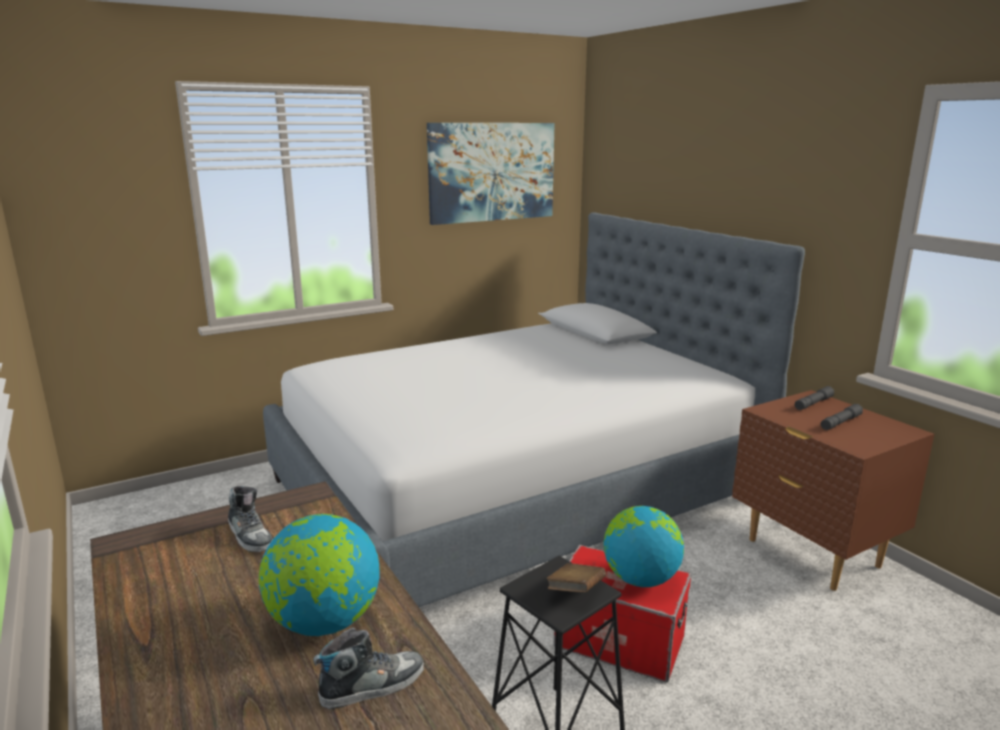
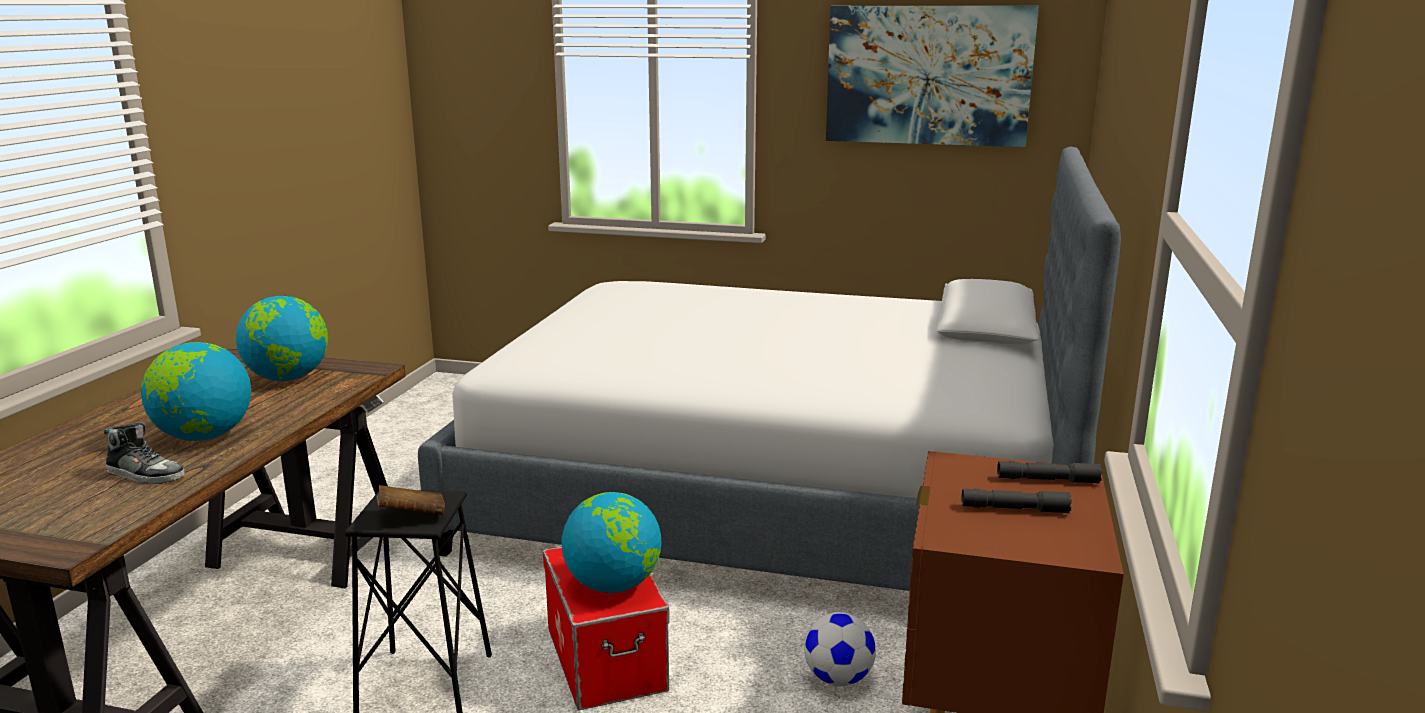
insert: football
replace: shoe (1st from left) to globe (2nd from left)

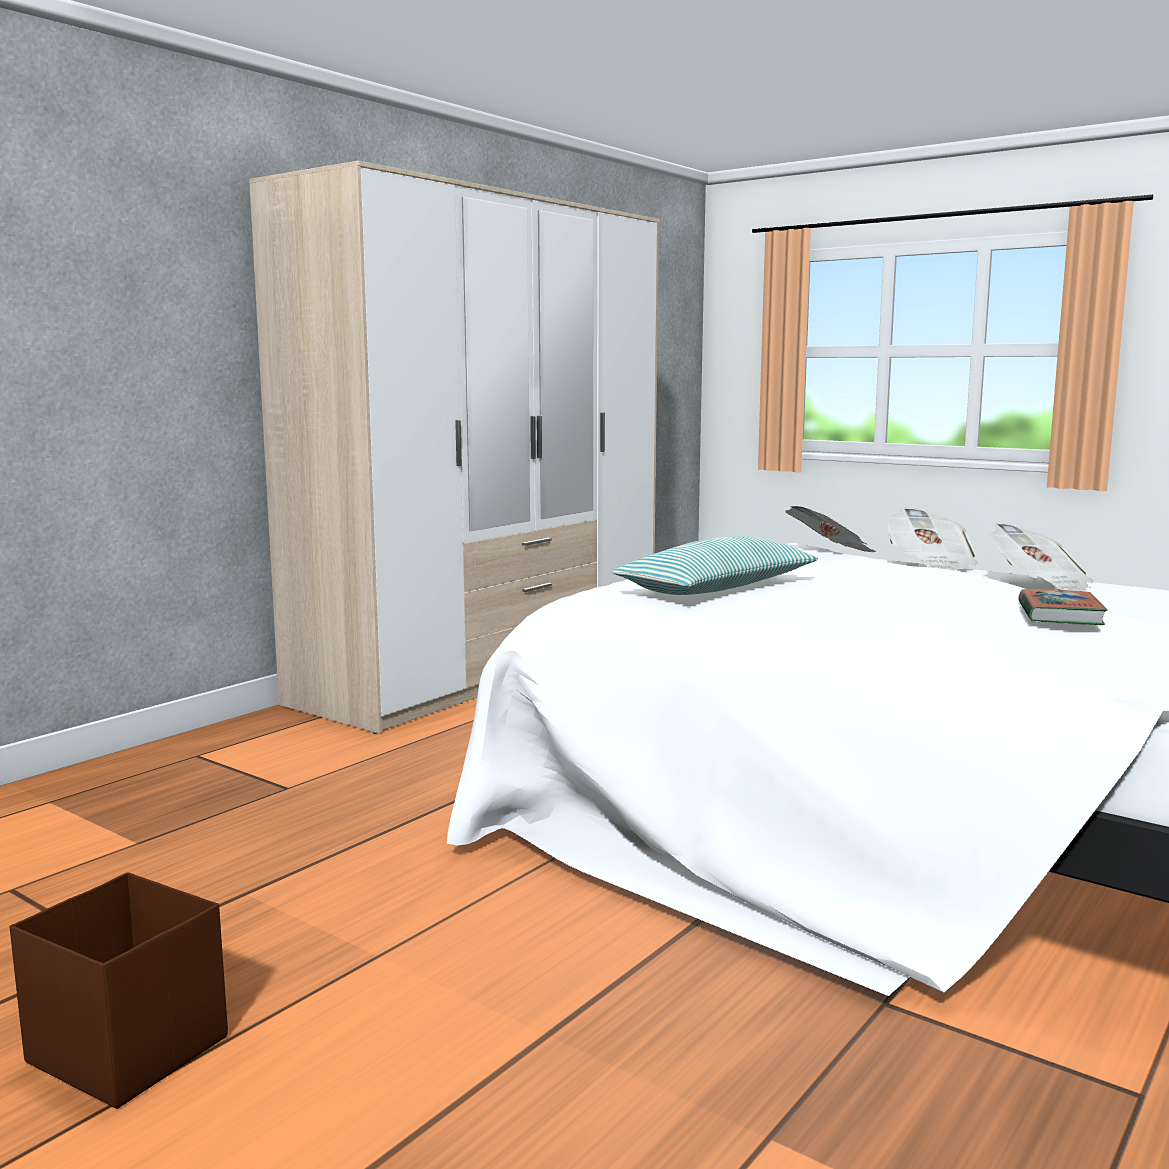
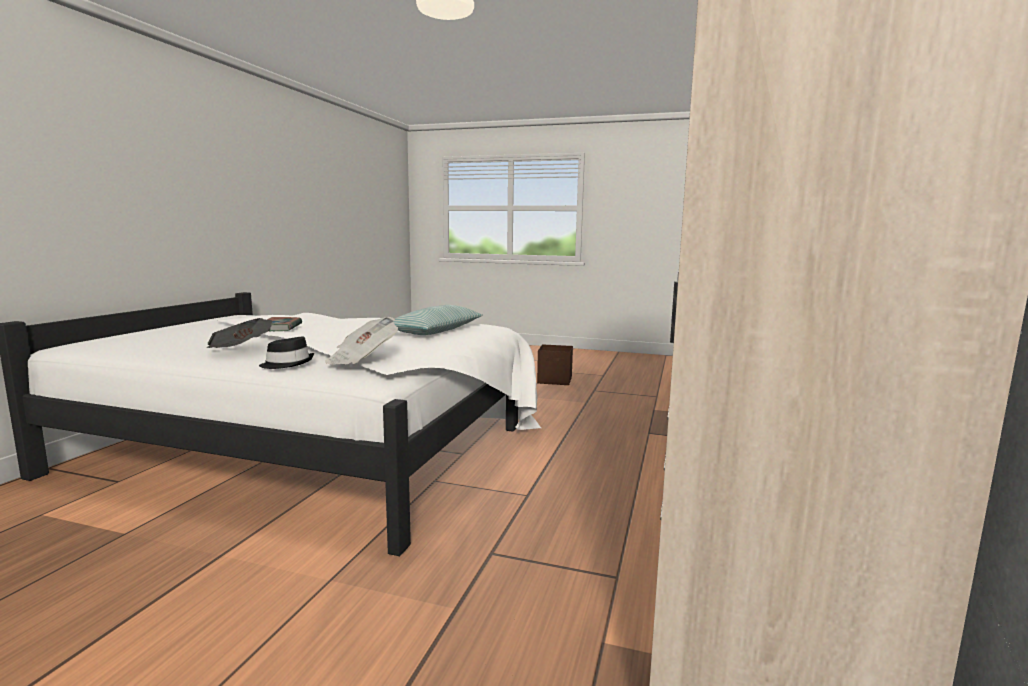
replace: newspaper (2nd from left) to hat (black)

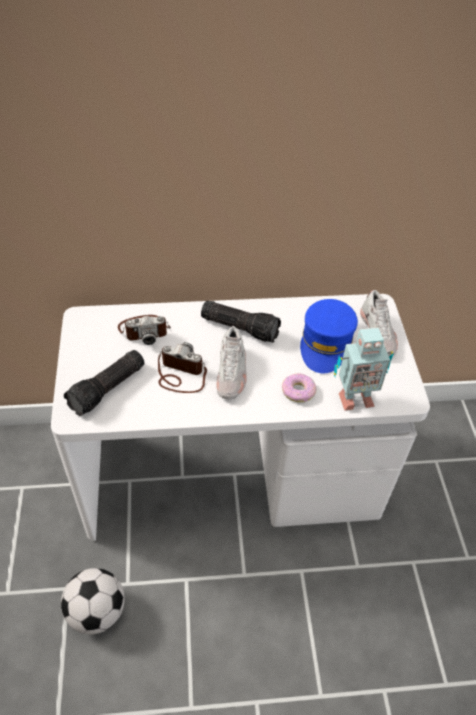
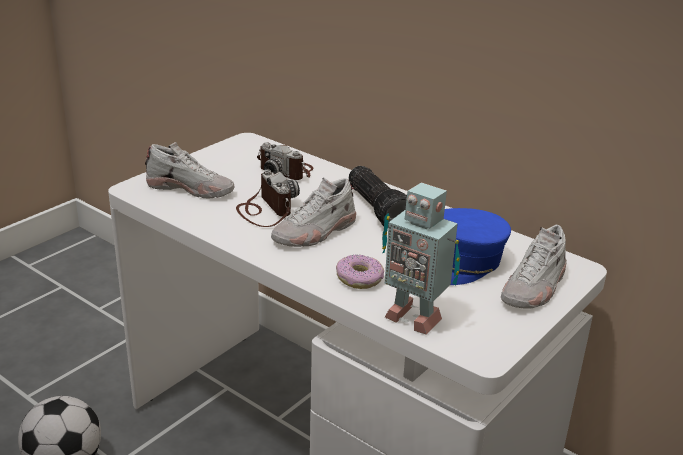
replace: flashlight (1st from left) to shoe (white) (1st from left)

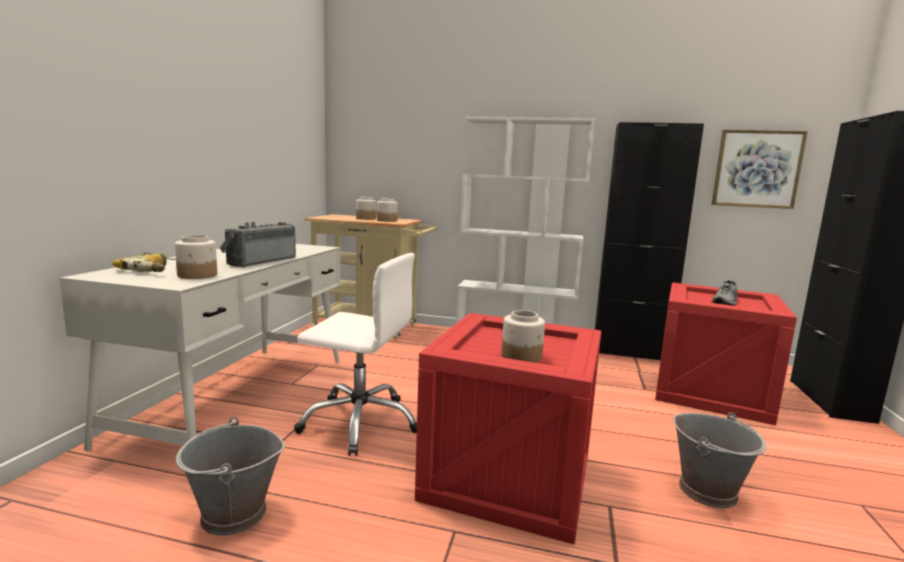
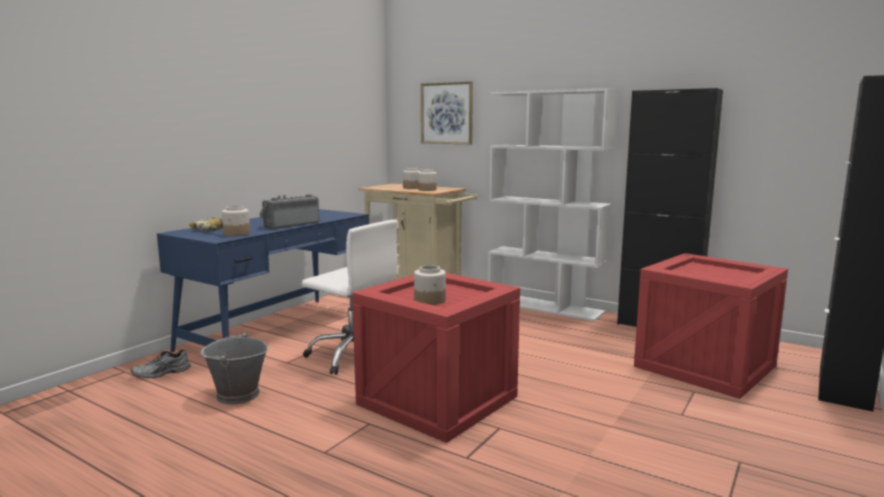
delete: bucket (grey) (2nd from left)
move: shoe (grey); picture
recolor: desk (white) to desk (blue)

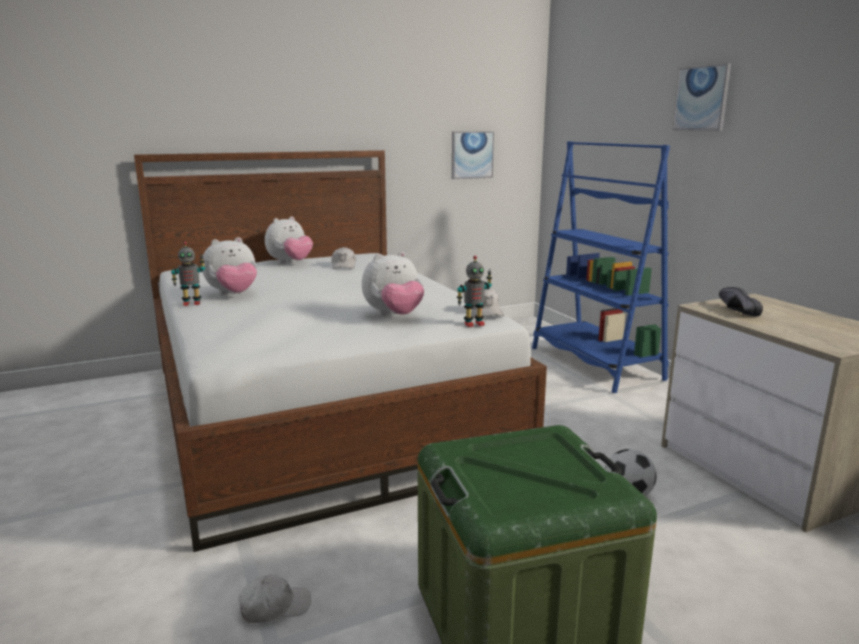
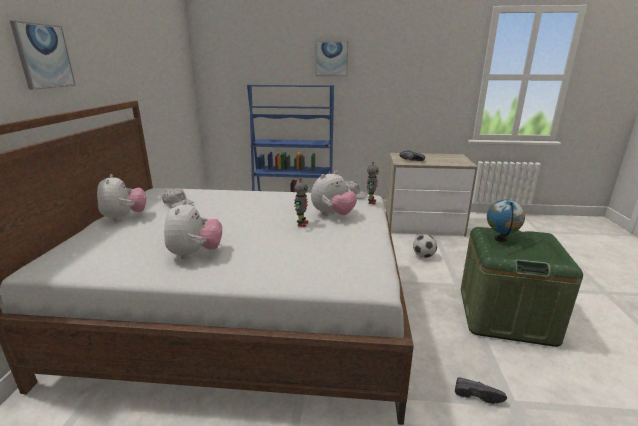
insert: globe
move: picture (1st from left); toy robot (1st from left)
replace: cap (white) (1st from left) to shoe (black) (2nd from left)
rotate: plush toy (3rd from left) 45 degrees clockwise

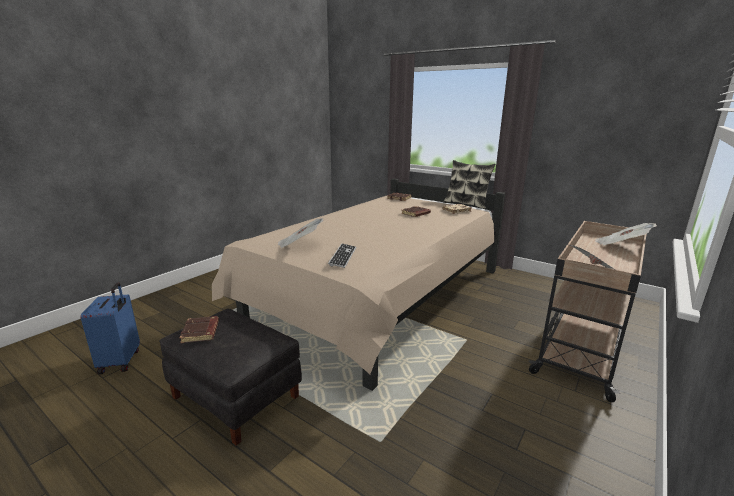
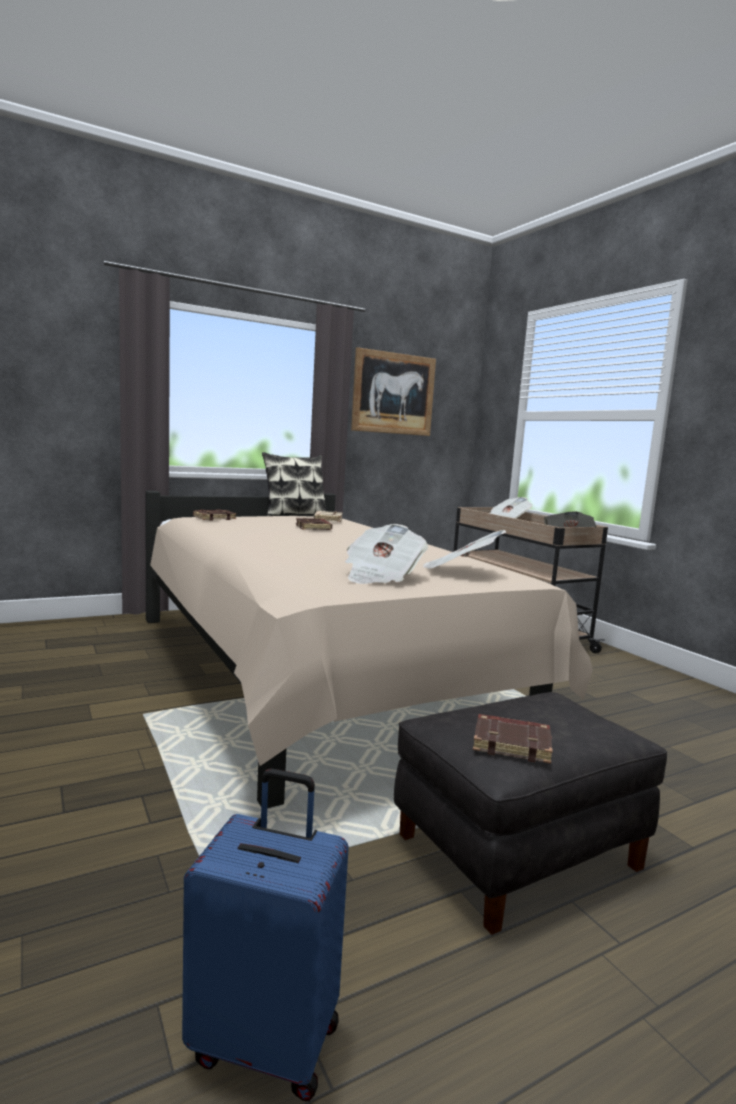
insert: picture
replace: keyboard to newspaper (2nd from left)

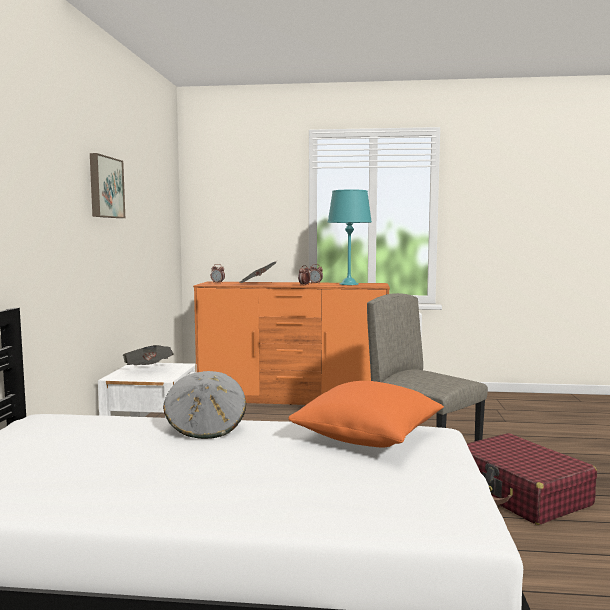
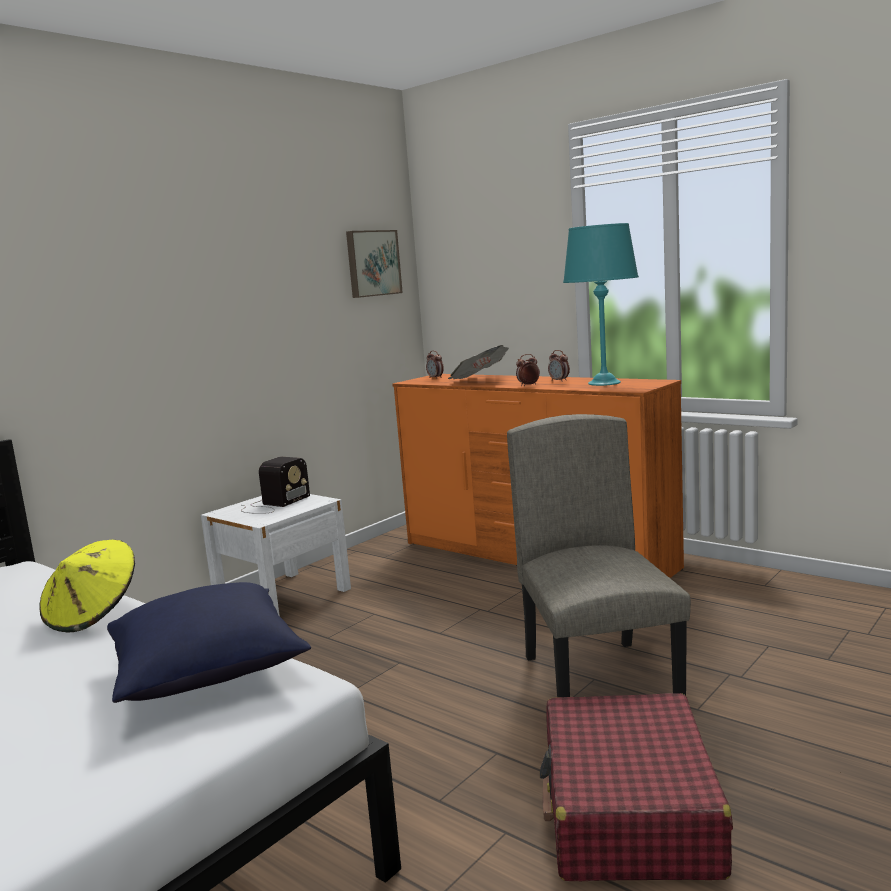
move: picture
replace: newspaper (1st from left) to radio
recolor: hat (grey) to hat (yellow); pillow (orange) to pillow (blue)

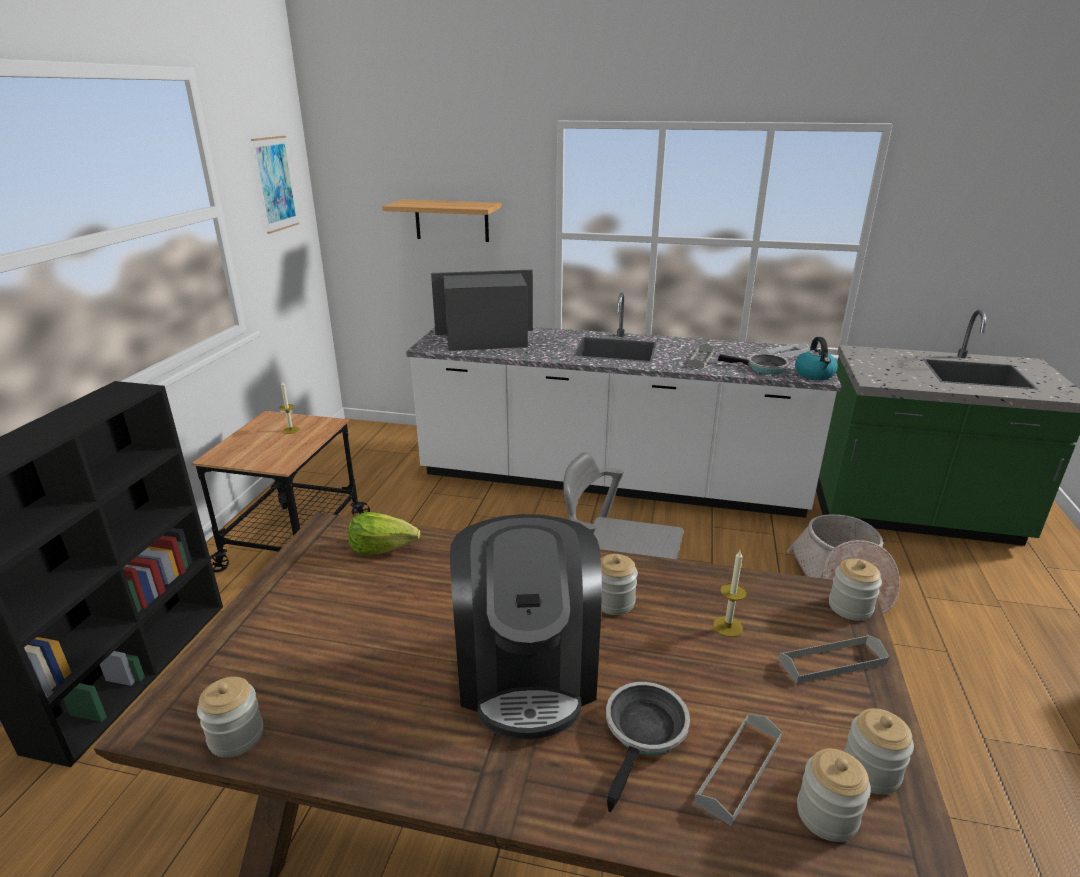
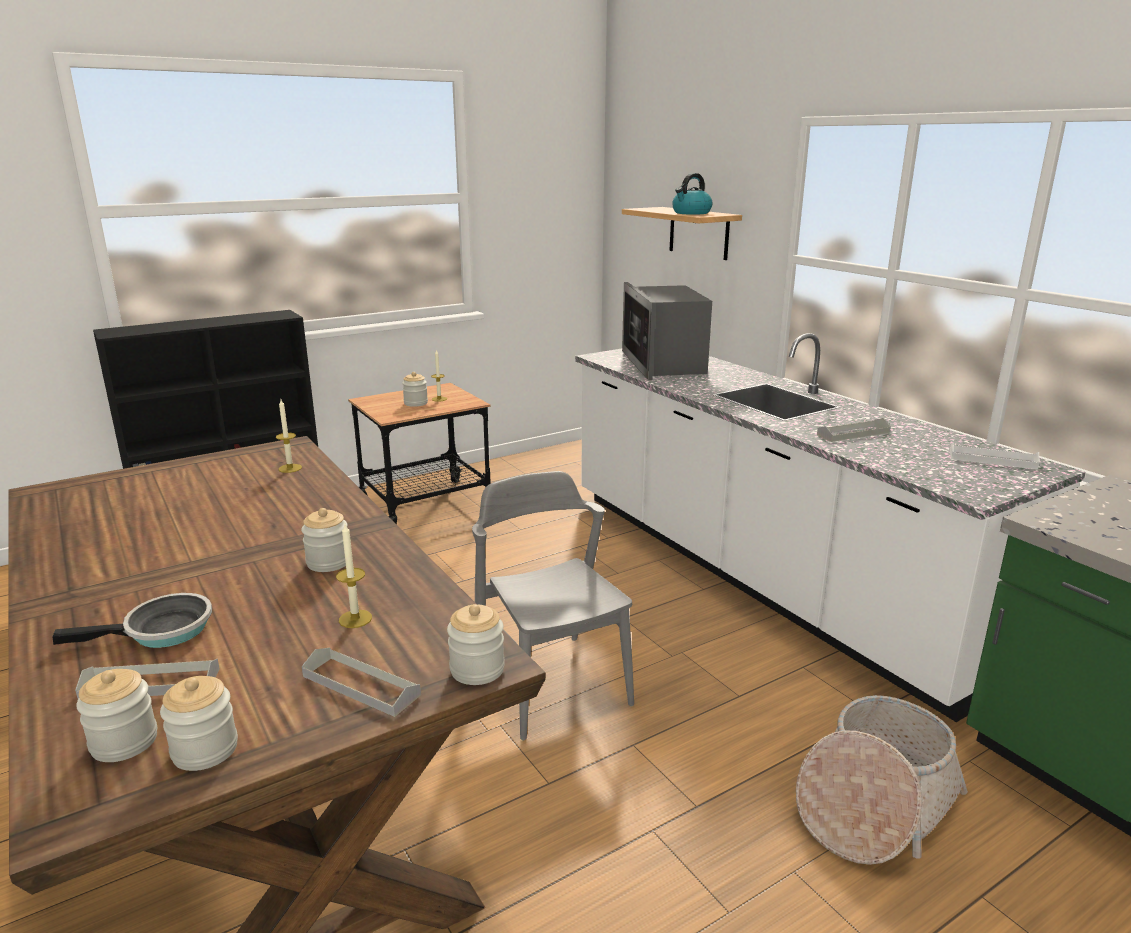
delete: picture; coffee machine; frying pan (2nd from left)
move: jar (1st from left in the first image) to jar (4th from left); kettle
replace: lettuce to candle (1st from left)
rotate: microwave 135 degrees counterclockwise

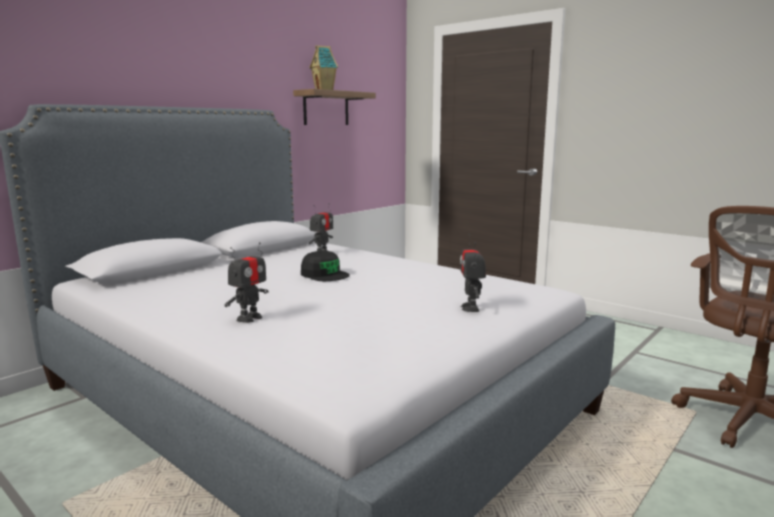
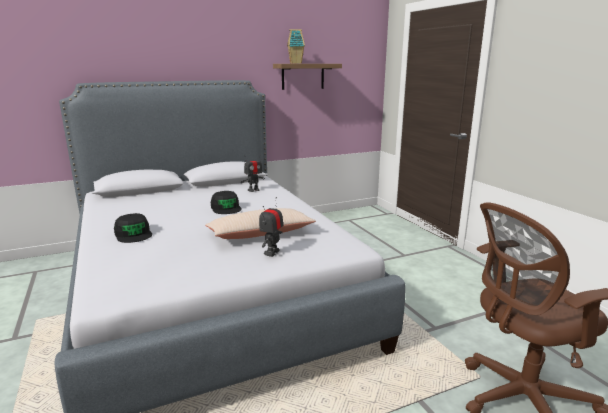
insert: pillow (beige)
replace: toy robot (1st from left) to cap (black) (1st from left)

